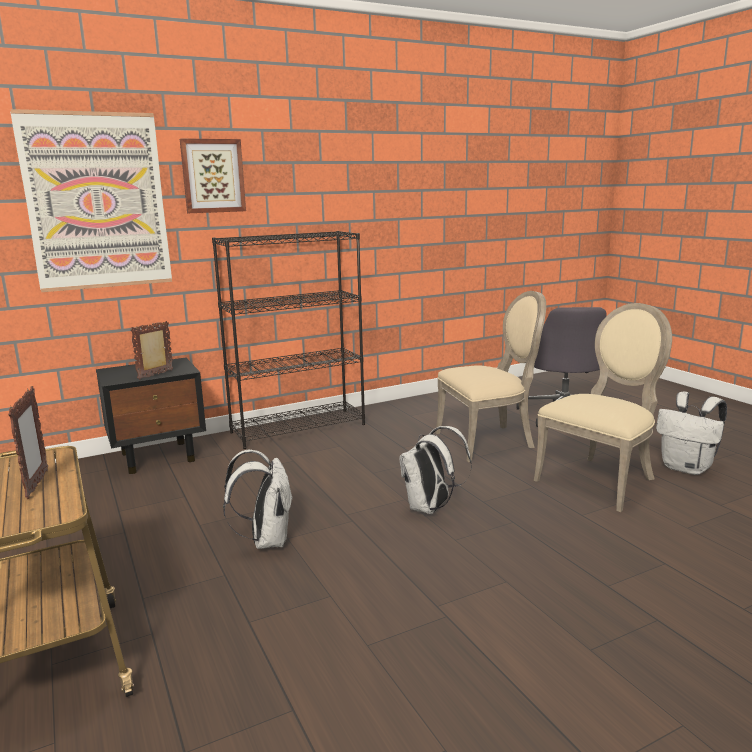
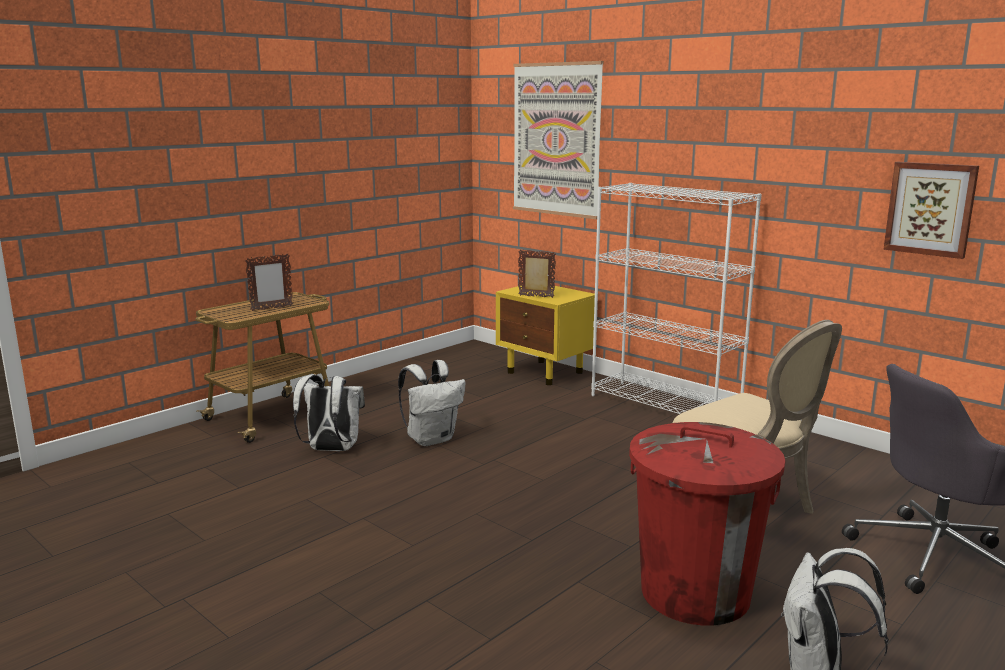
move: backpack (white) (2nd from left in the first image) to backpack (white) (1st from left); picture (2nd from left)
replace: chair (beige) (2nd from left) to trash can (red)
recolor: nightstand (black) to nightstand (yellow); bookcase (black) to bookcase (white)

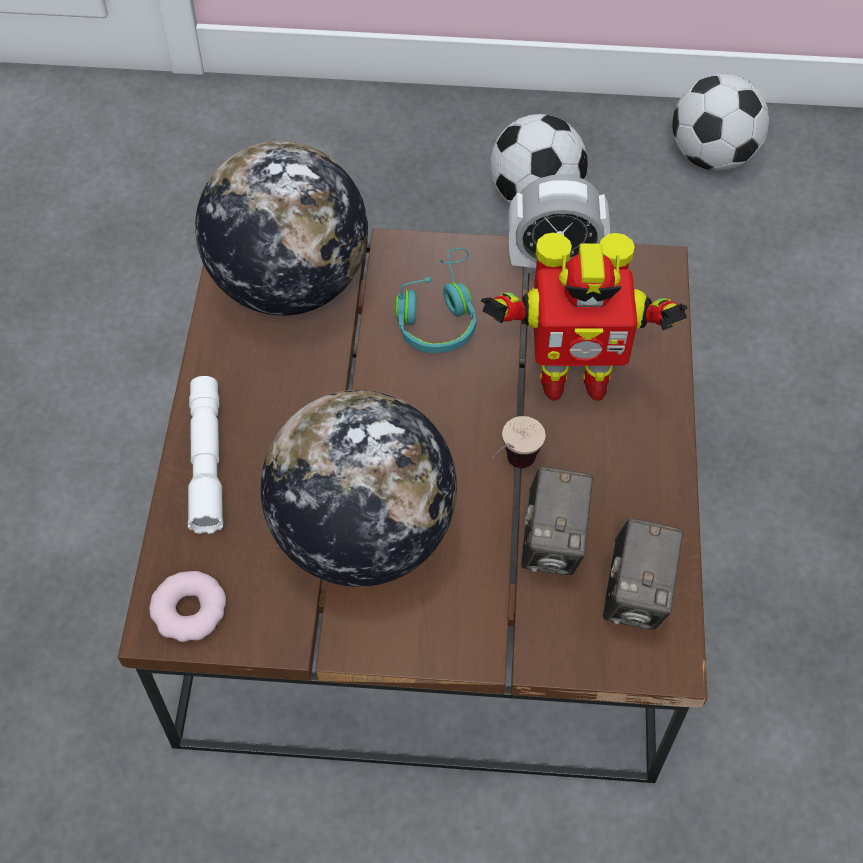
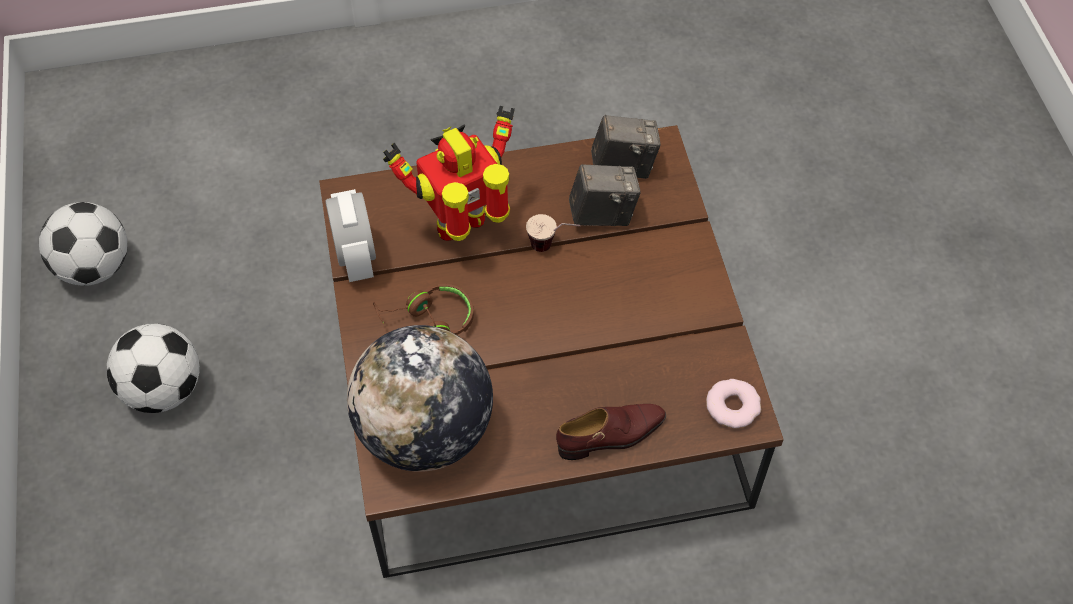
delete: globe (2nd from left)
replace: flashlight (white) to shoe (brown)
recolor: headphones (turquoise) to headphones (brown)
rotate: toy robot 105 degrees counterclockwise

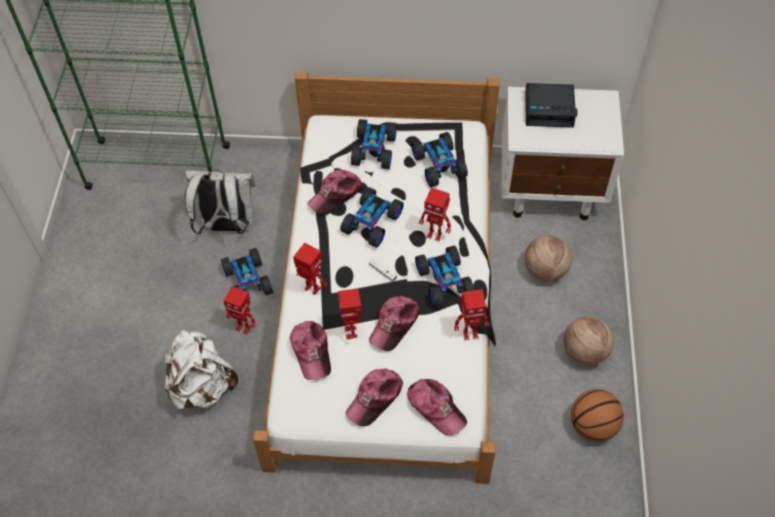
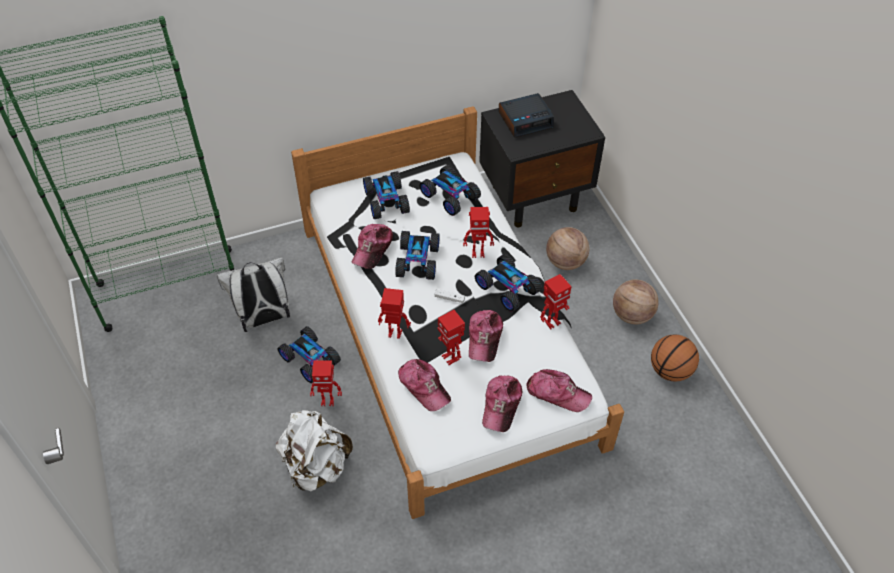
recolor: nightstand (white) to nightstand (black)

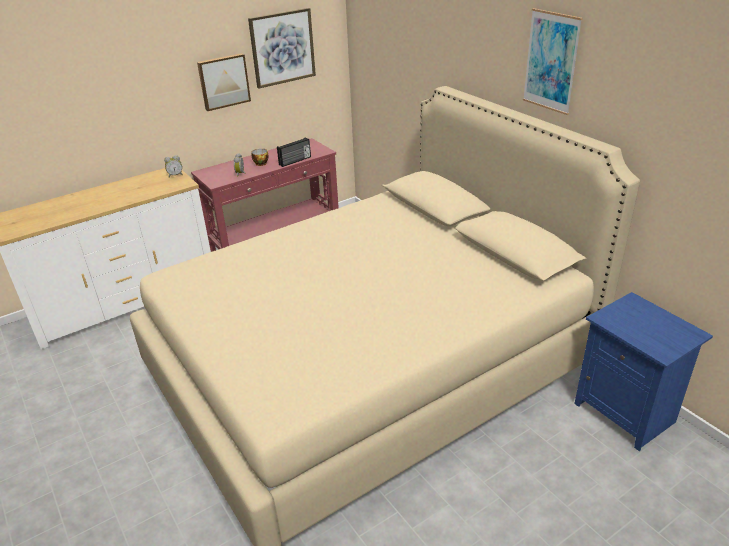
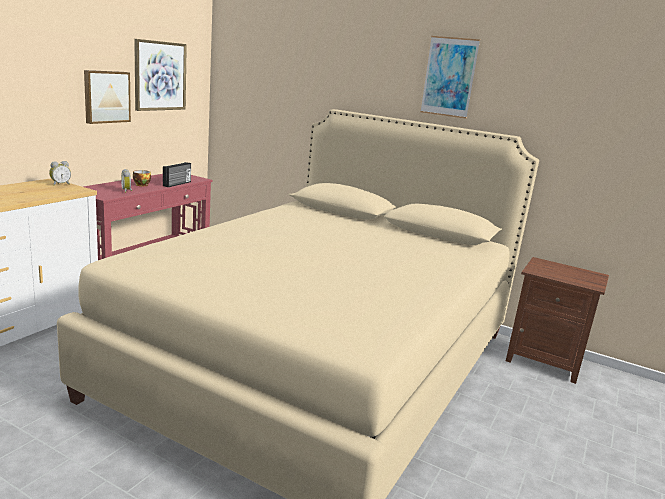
recolor: nightstand (blue) to nightstand (brown)

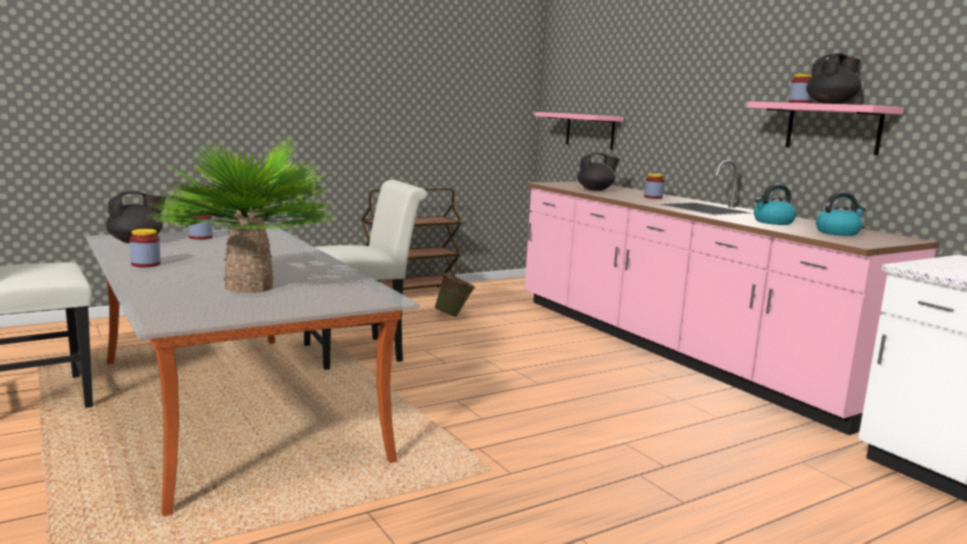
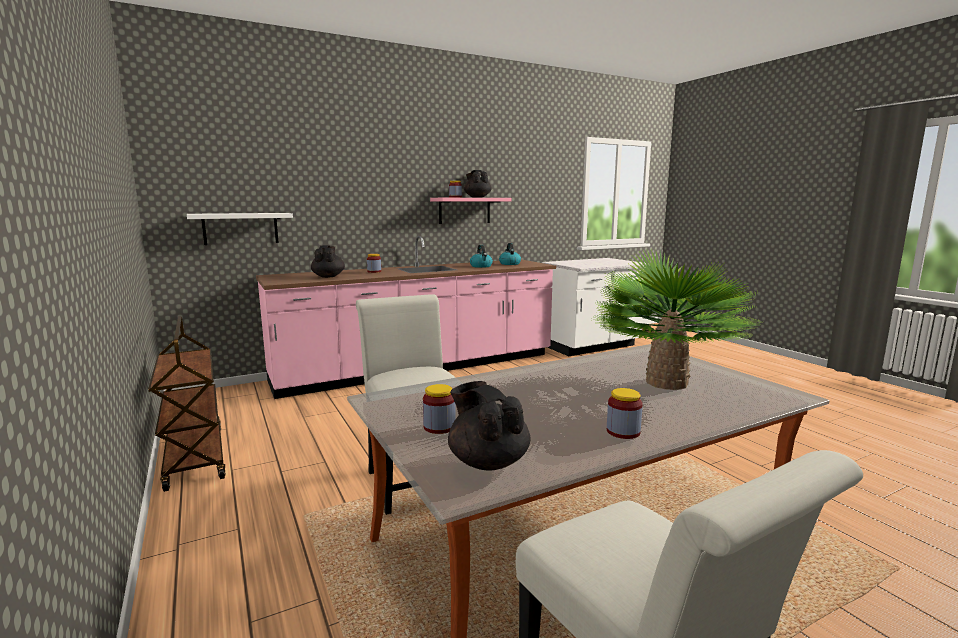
delete: bucket (green)
recolor: shelf (pink) (1st from left) to shelf (white)

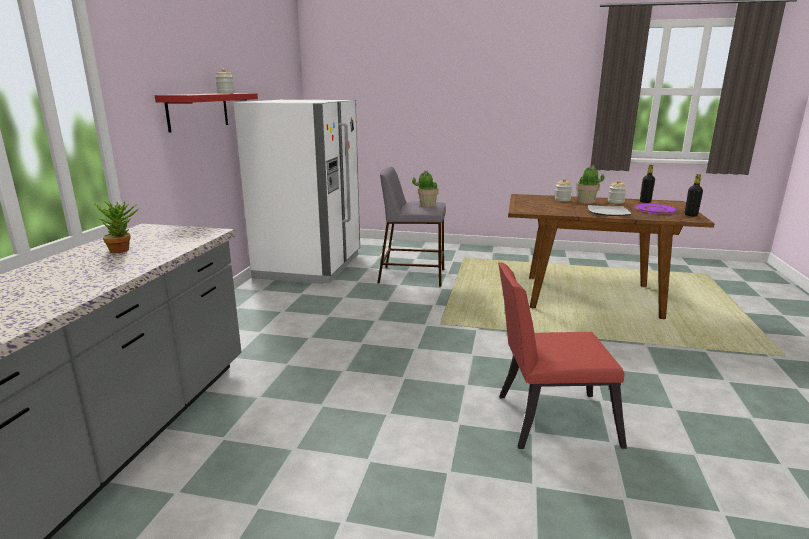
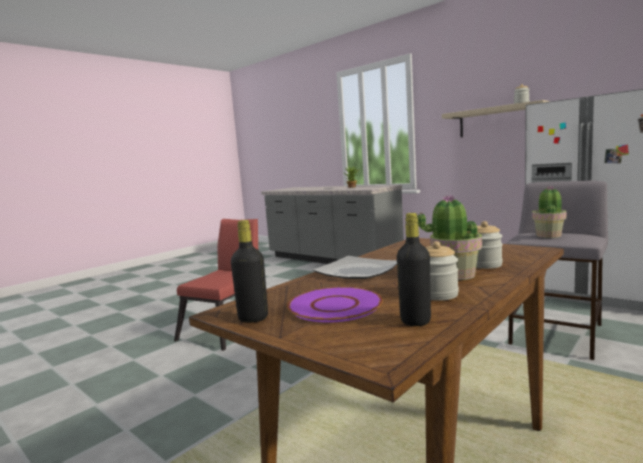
recolor: shelf (red) to shelf (beige)

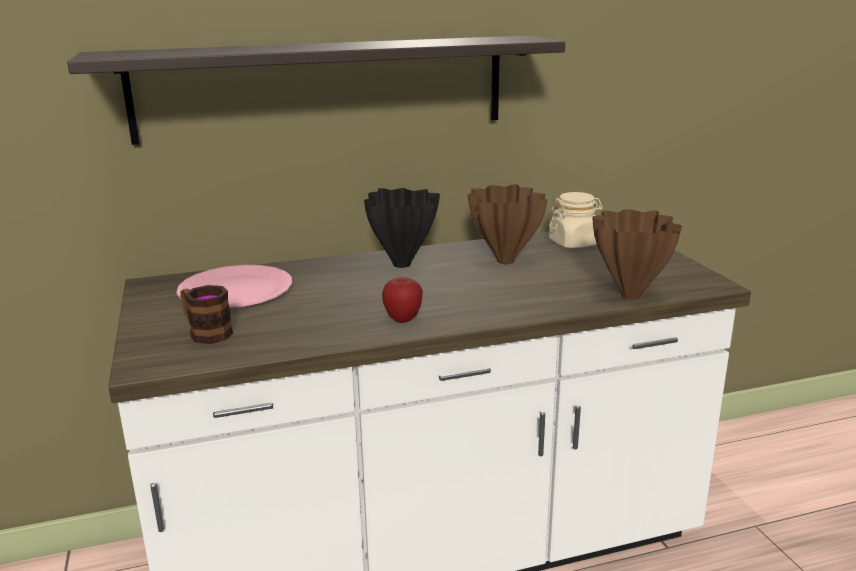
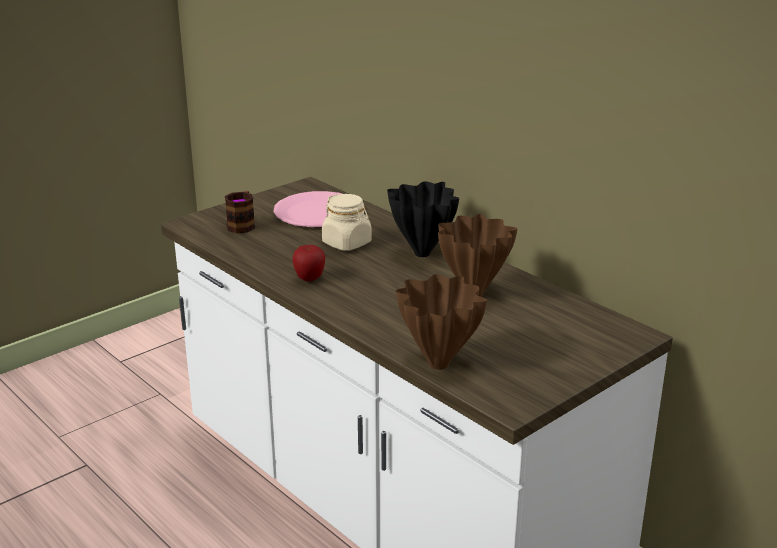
delete: shelf
move: jar (beige)

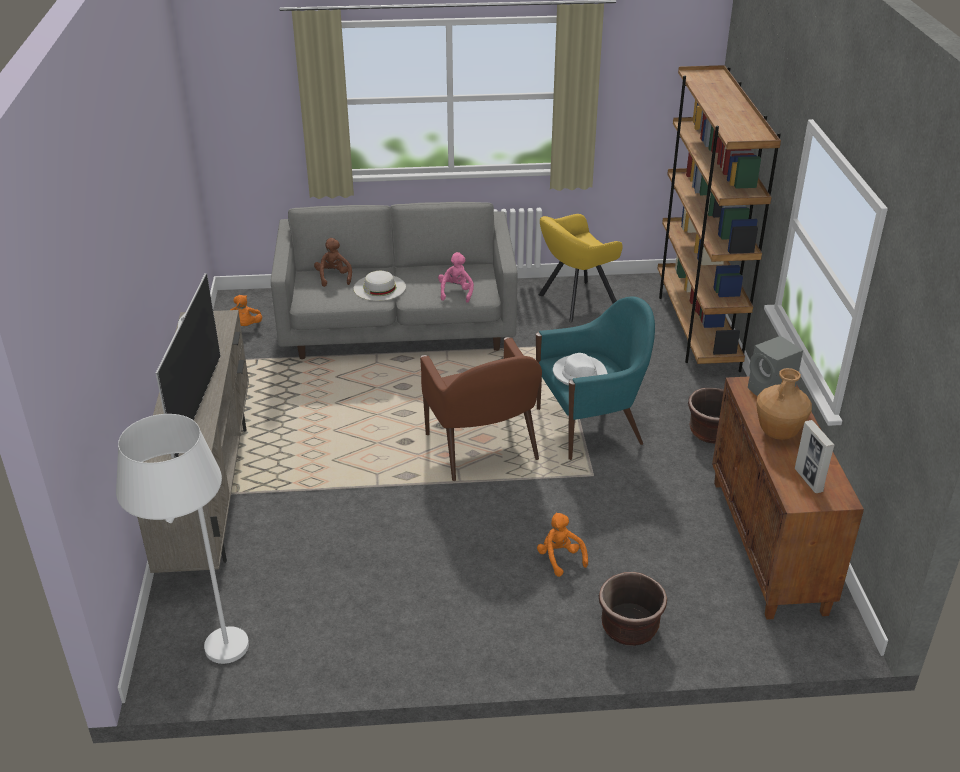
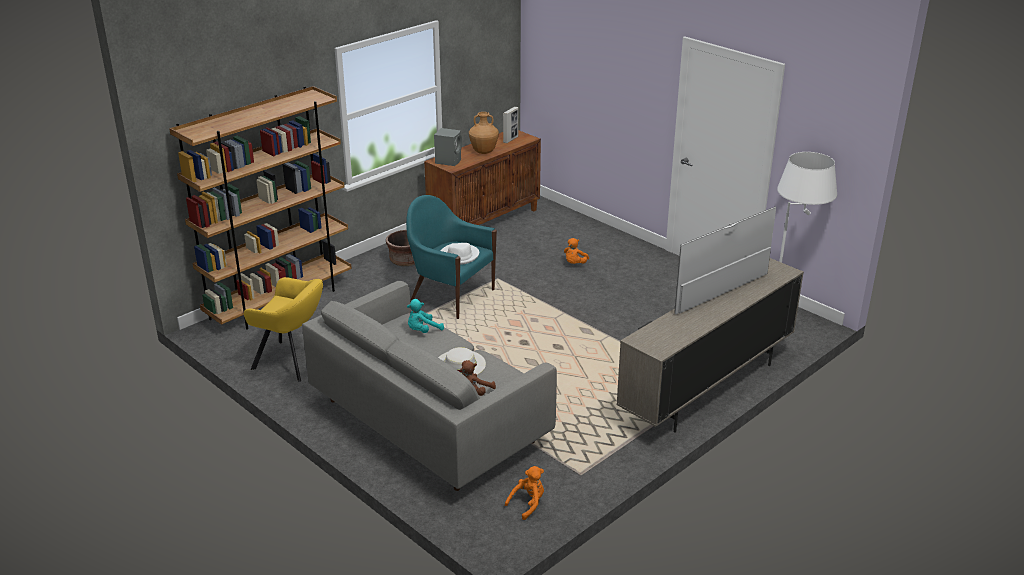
delete: armchair (brown); planter (brown) (1st from left)
recolor: plush toy (pink) to plush toy (turquoise)

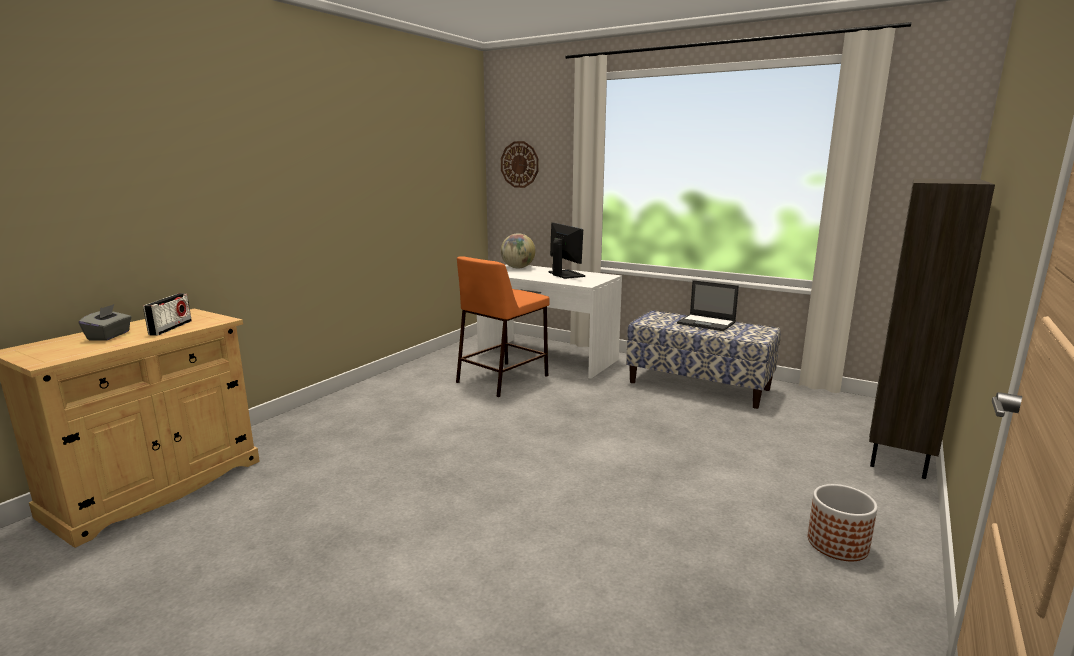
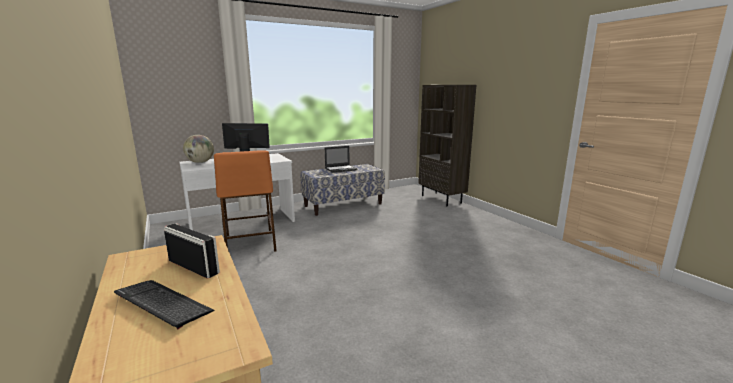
delete: wall clock; planter
replace: tissue box (grey) to keyboard

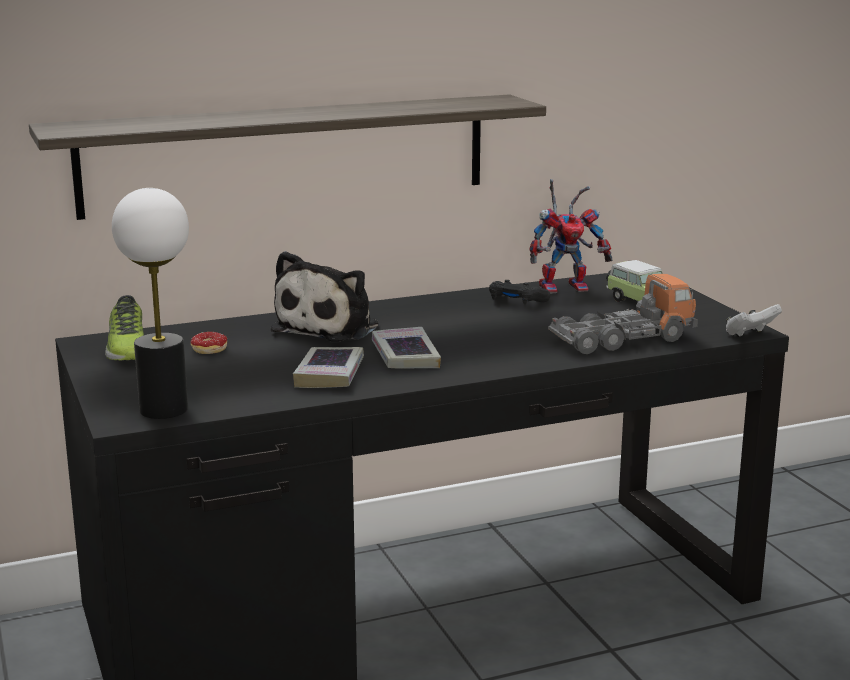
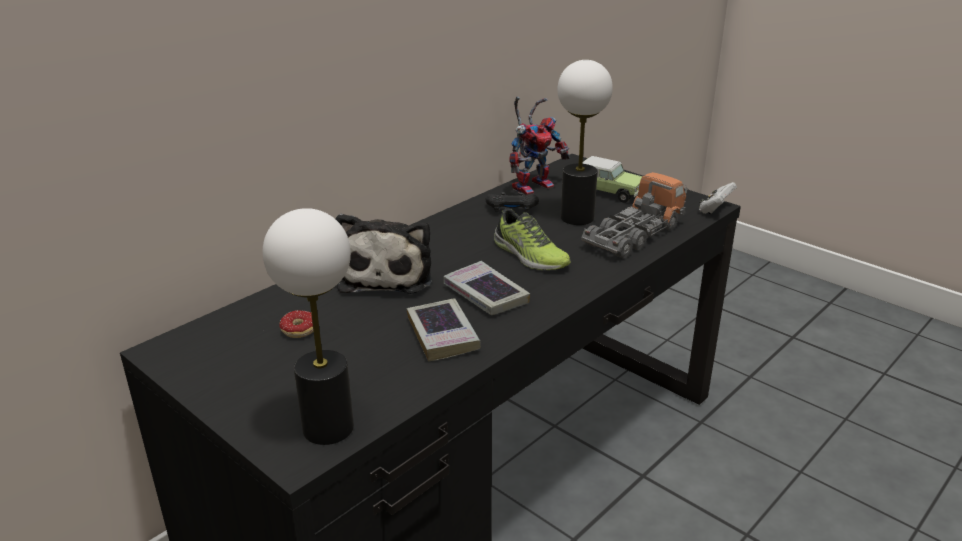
delete: shelf
insert: table lamp (2nd from left)
move: shoe

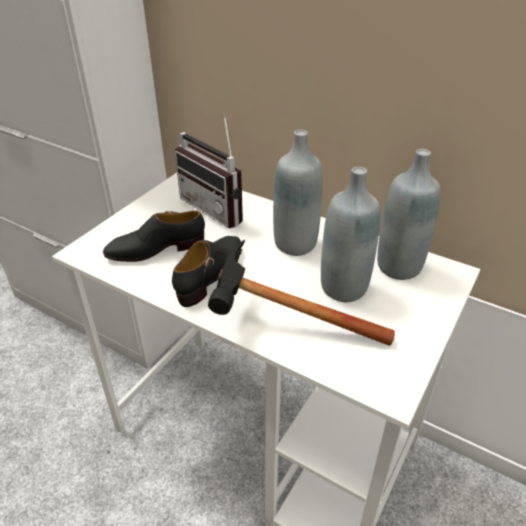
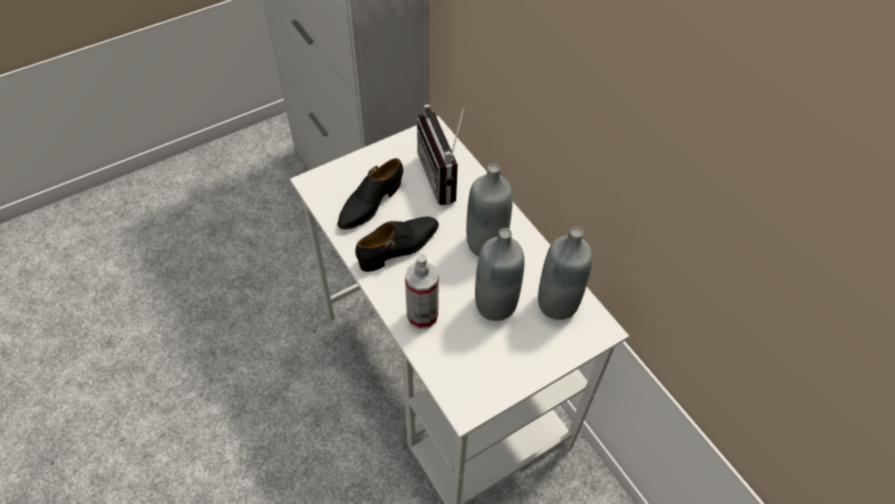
replace: hammer to spray bottle
rotate: shoe (black) (1st from left) 60 degrees counterclockwise

